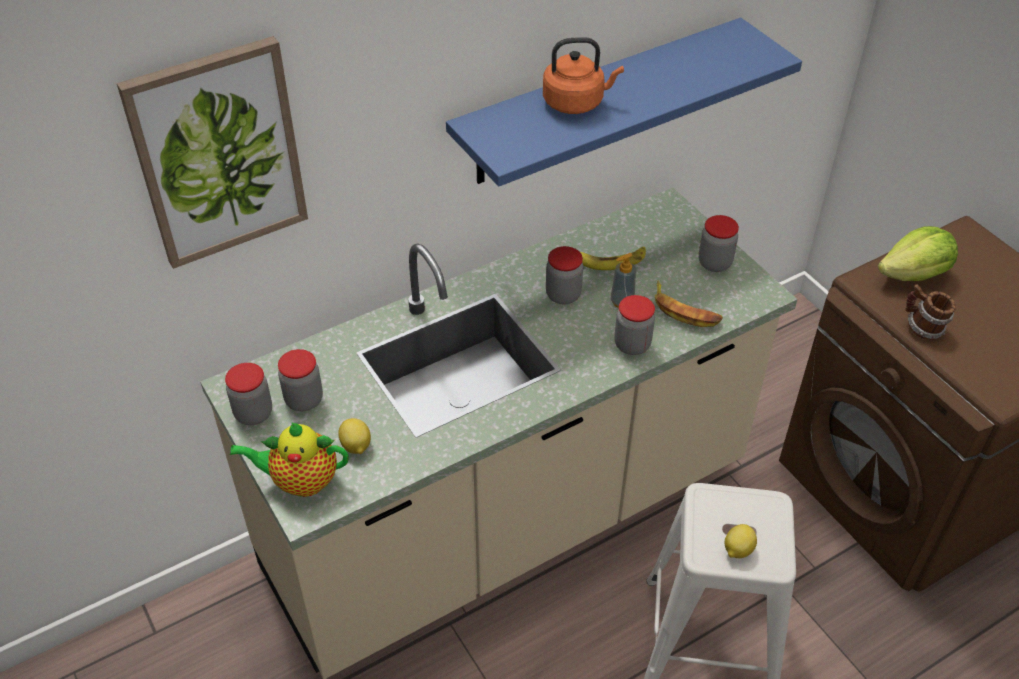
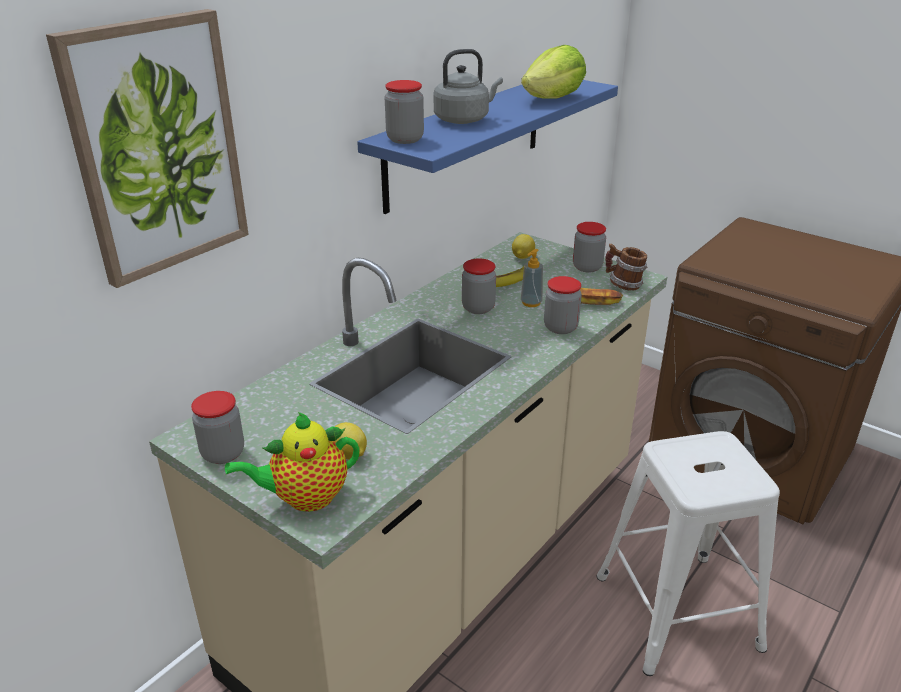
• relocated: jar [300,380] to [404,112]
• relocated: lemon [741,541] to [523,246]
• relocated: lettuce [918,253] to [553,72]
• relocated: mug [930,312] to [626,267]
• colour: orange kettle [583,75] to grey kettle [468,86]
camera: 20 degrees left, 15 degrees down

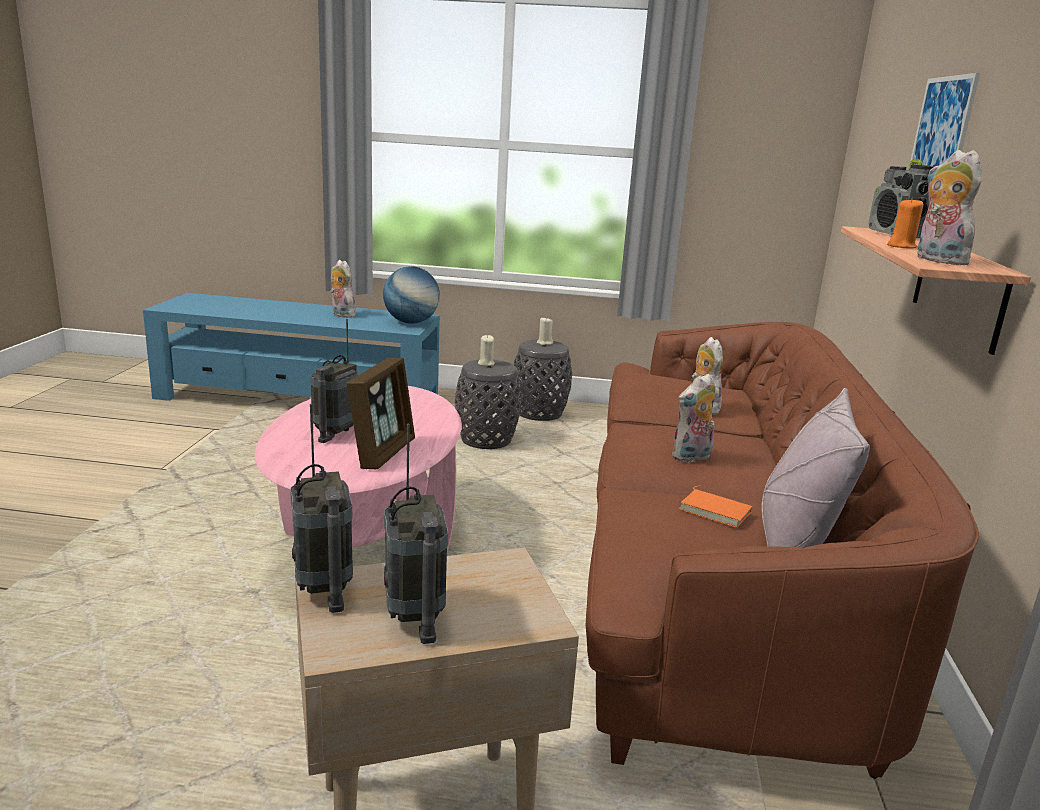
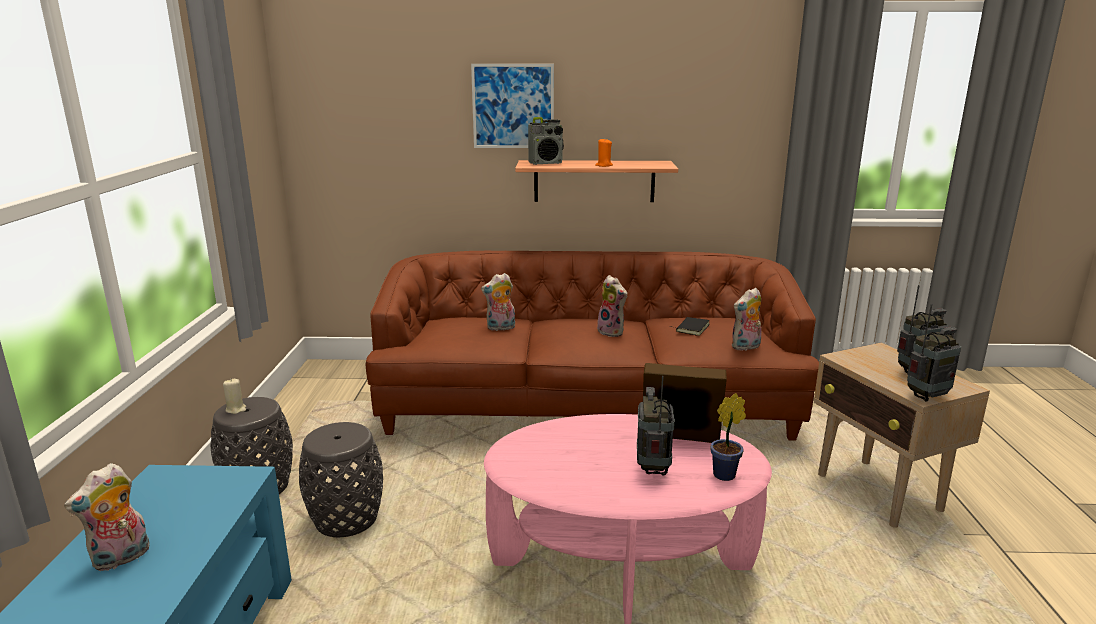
• missing: globe [411,294]
• missing: beige candle [486,350]
• missing: purple pillow [815,468]
• appeared: potted plant [728,437]
• relocated: plush toy [949,207] to [746,319]
• colour: orange book [716,507] to black book [692,326]
• spun: radio [334,381] = [656,425] 105 degrees counterclockwise
camera: 95 degrees left, 0 degrees up

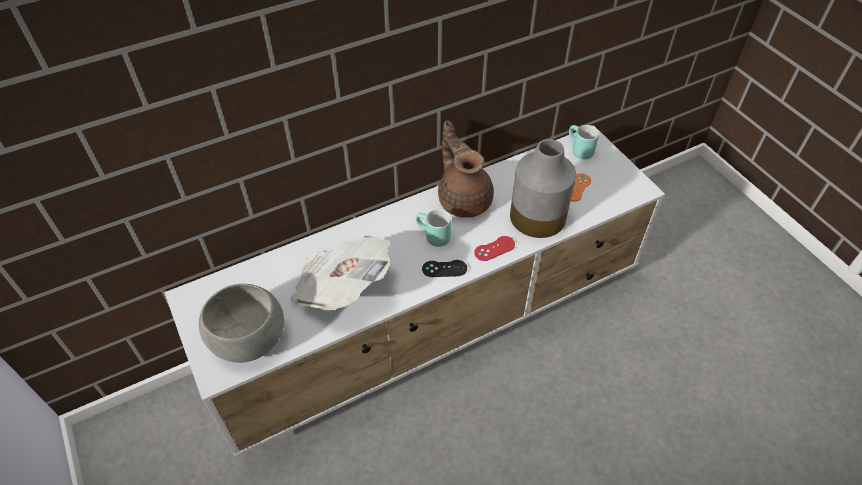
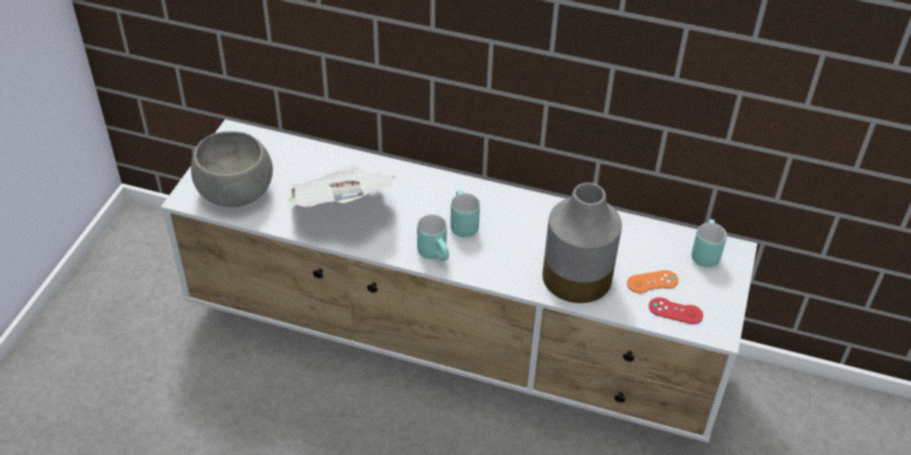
• missing: brown teapot [466,169]
• relocated: red game controller [494,248] to [676,310]
• exchanged: black game controller [444,268] to turquoise mug [433,237]
camera: 45 degrees right, 5 degrees down

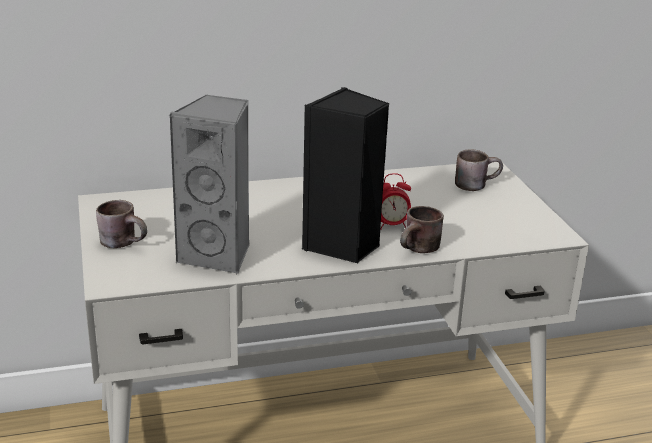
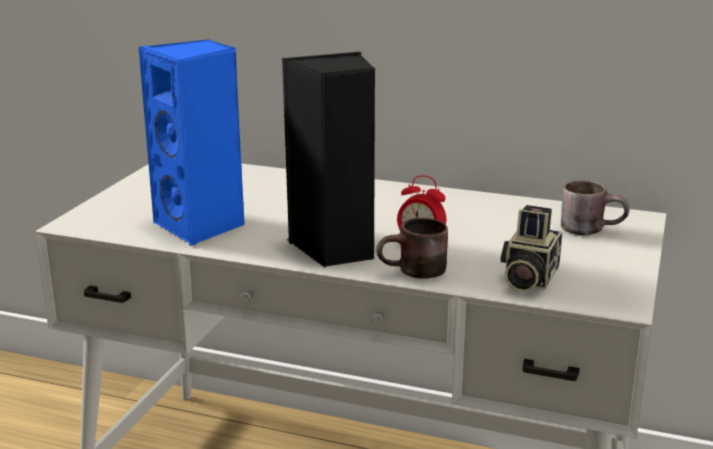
• missing: brown mug [121,224]
• appeared: photo camera [531,248]
• colour: grey speaker [209,184] to blue speaker [192,142]
camera: 35 degrees right, 5 degrees down

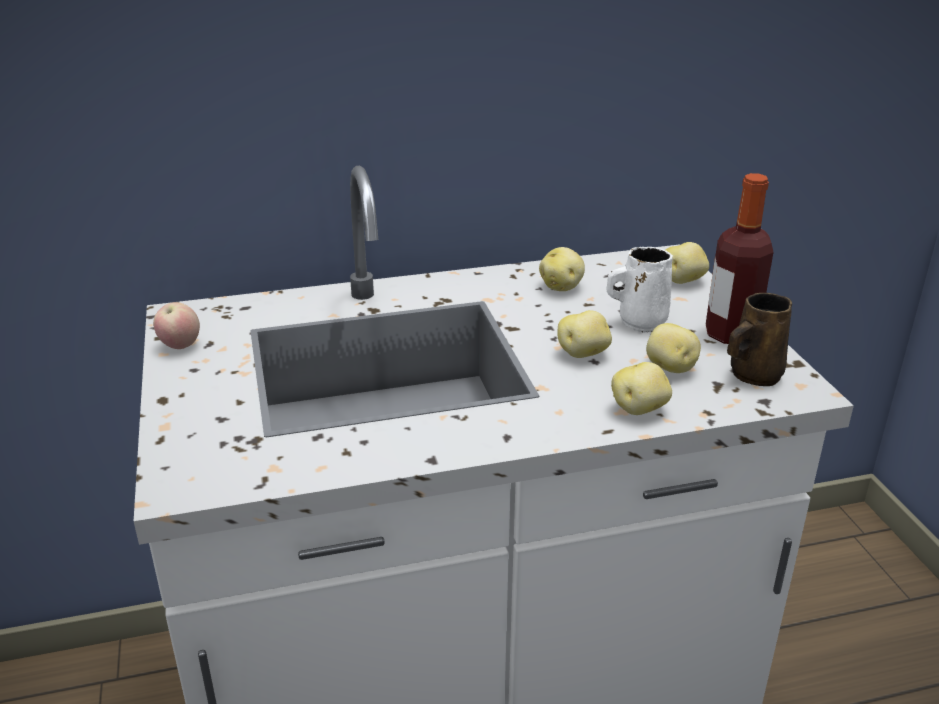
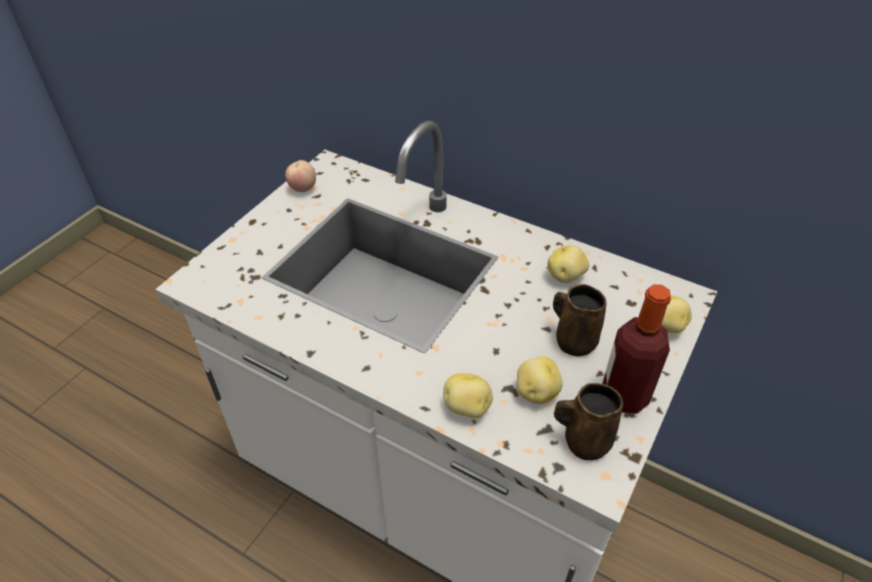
• missing: potato [584,334]
• colour: white mug [640,290] to brown mug [579,320]
camera: 45 degrees right, 15 degrees up

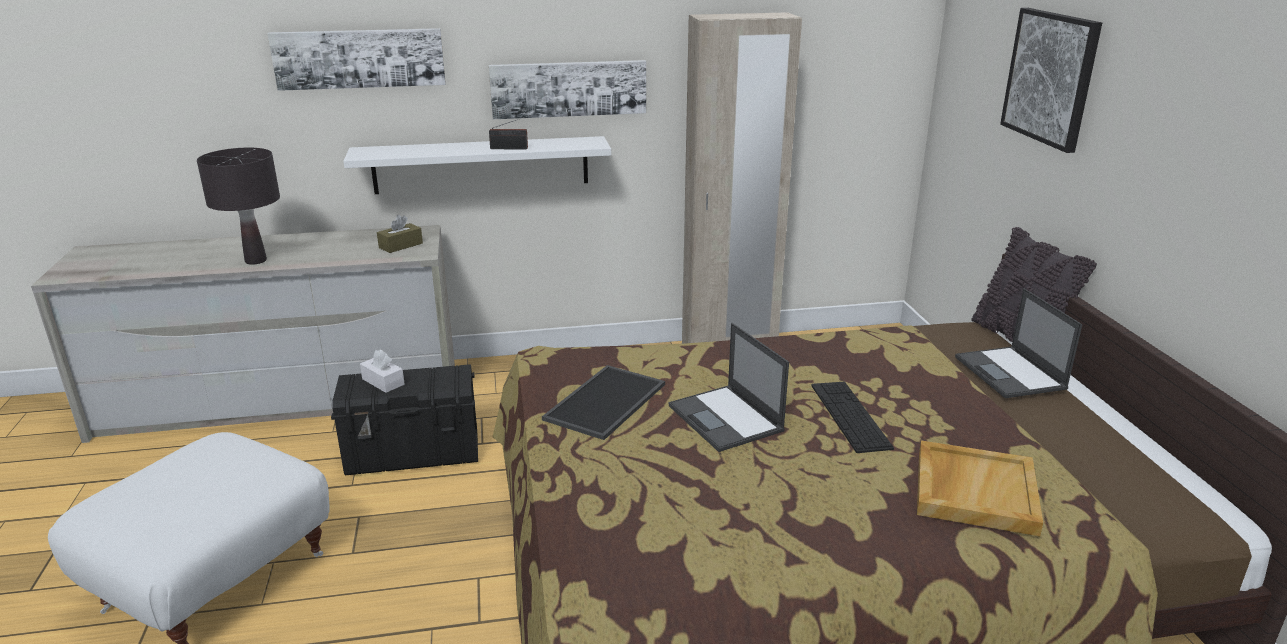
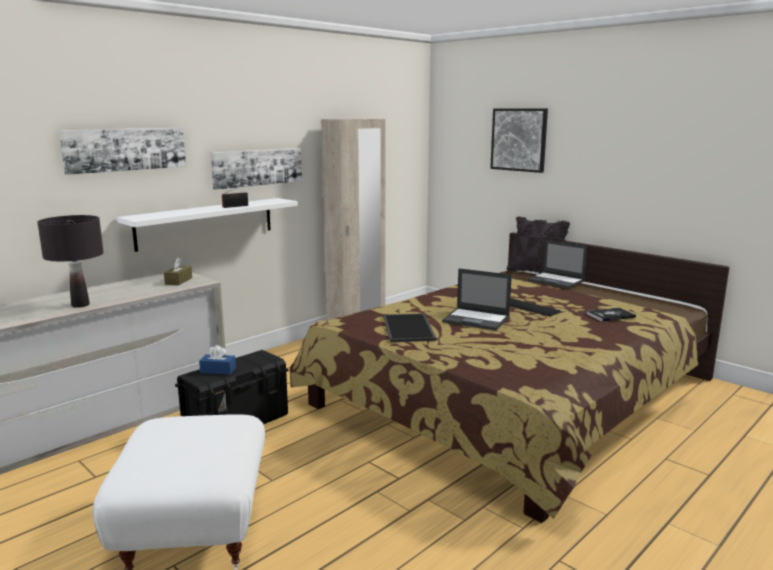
• exchanged: beige tray [980,488] to book [611,314]
• colour: white tissue box [382,371] to blue tissue box [217,360]
camera: 35 degrees left, 10 degrees down

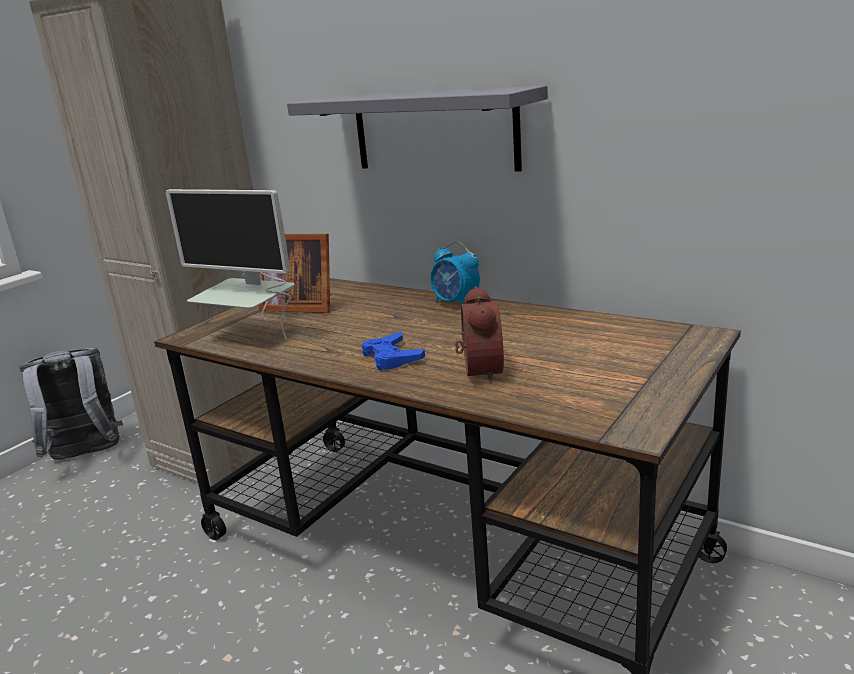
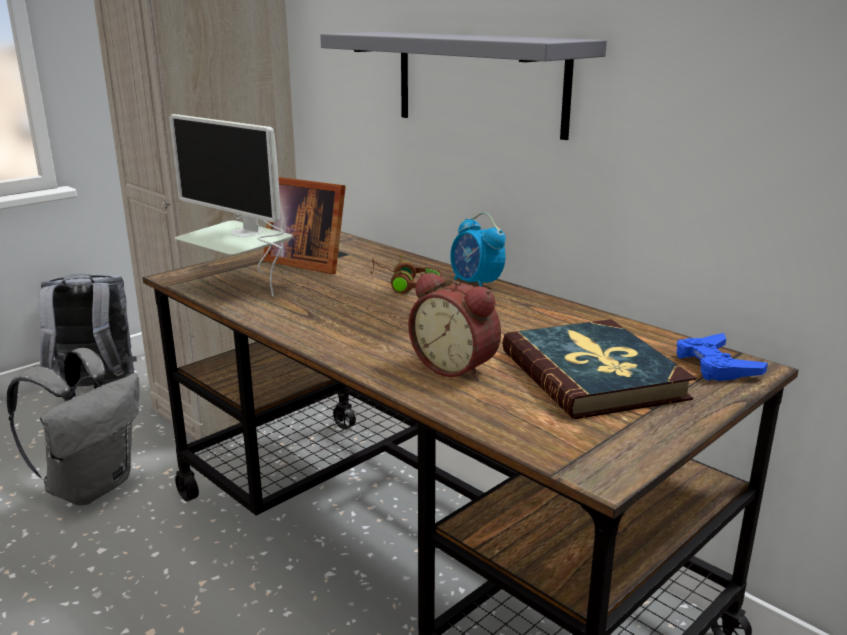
• appeared: grey backpack [73,426]
• appeared: brown headphones [406,274]
• appeared: book [599,369]
• relocated: blue game controller [393,351] to [722,357]
• spun: alarm clock [479,335] = [454,326] 120 degrees clockwise
camera: 10 degrees right, 0 degrees up

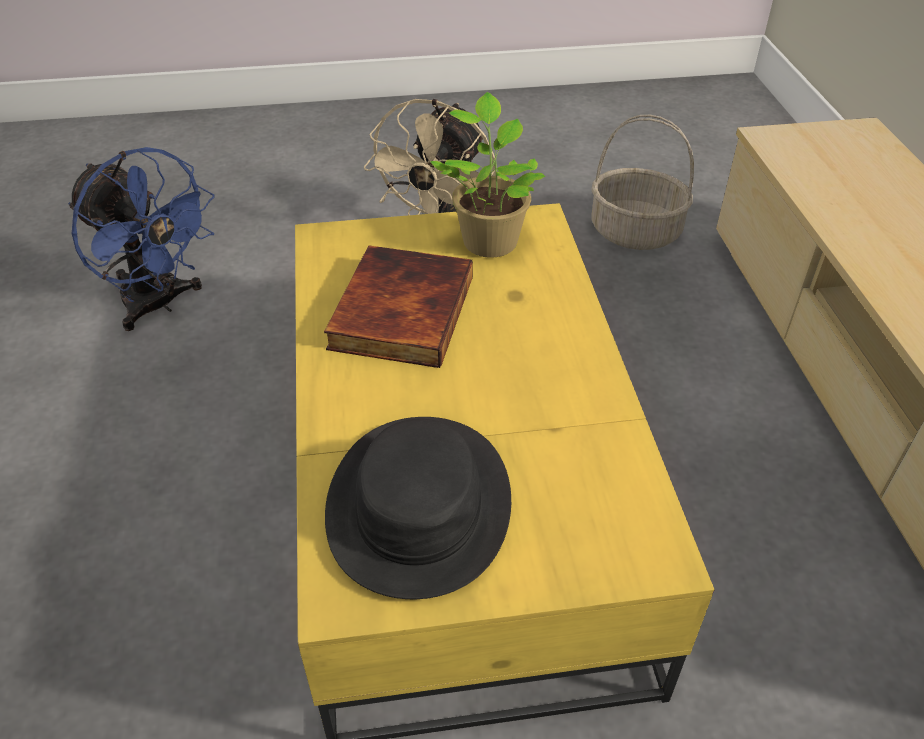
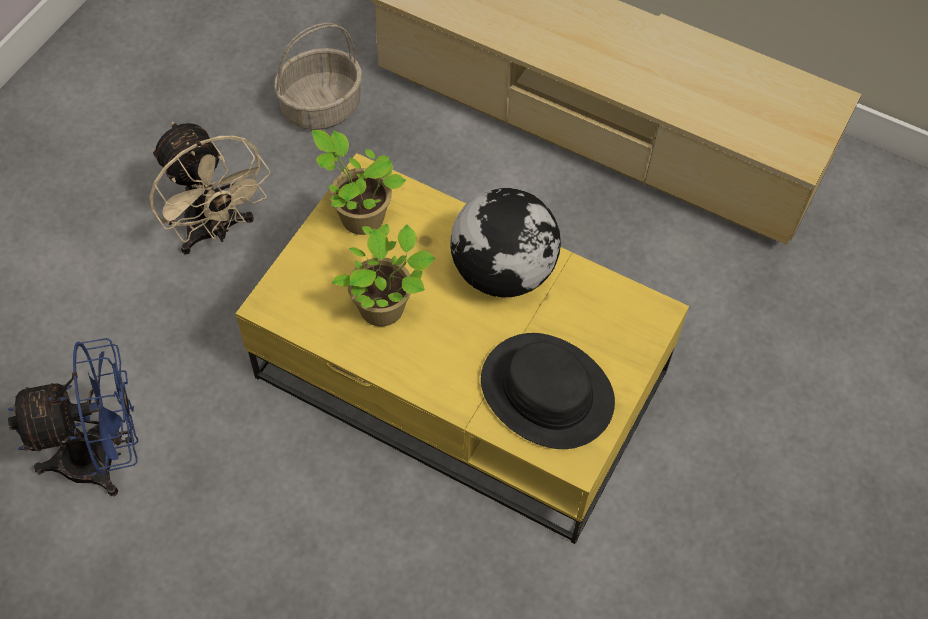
• appeared: globe [505,242]
• exchanged: book [398,306] to potted plant [383,275]
camera: 55 degrees left, 15 degrees up

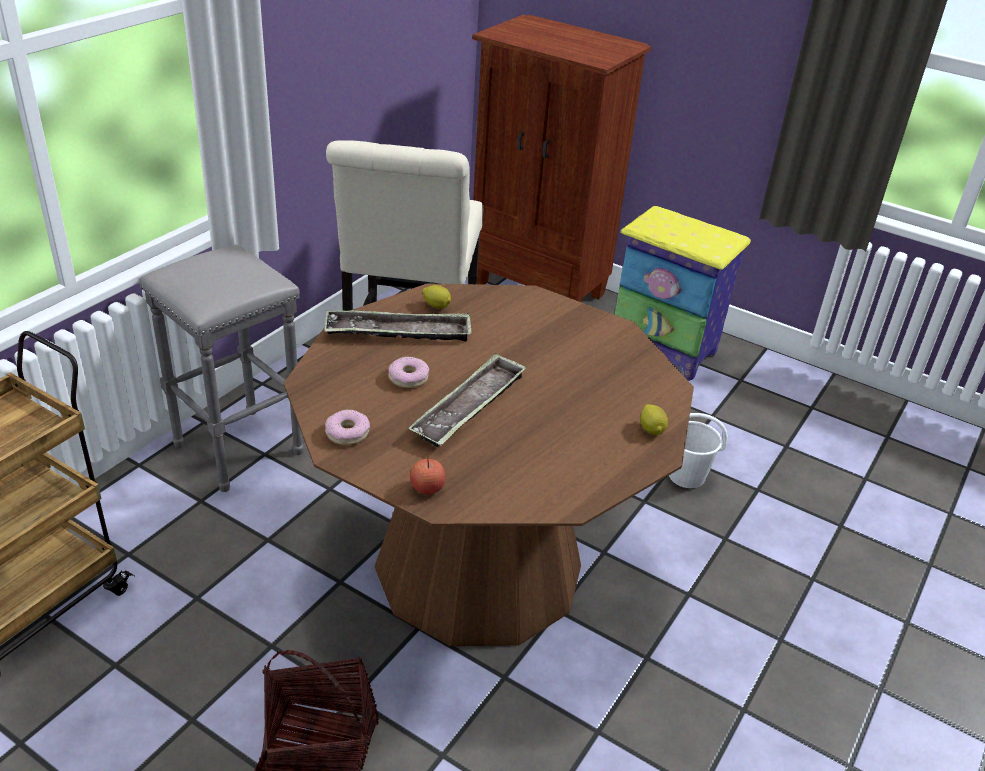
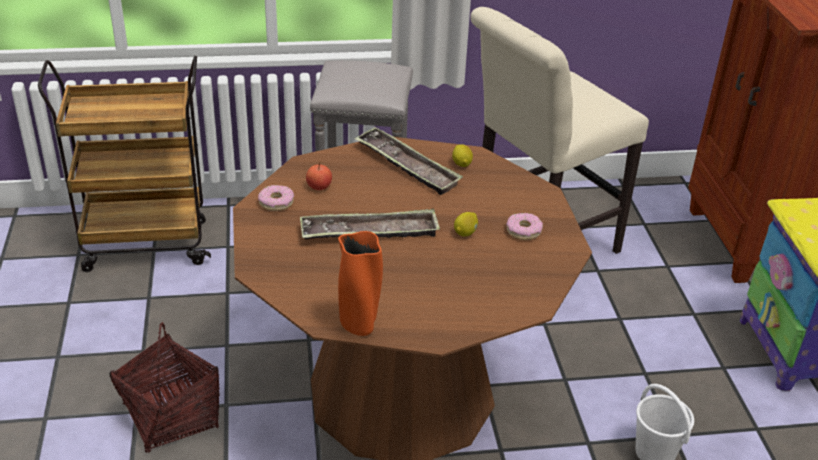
• appeared: orange vase [360,283]
• relocated: donut [408,372] to [524,226]
• relocated: apple [427,475] to [319,175]
• relocated: lemon [654,419] to [466,224]
camera: 50 degrees right, 0 degrees up

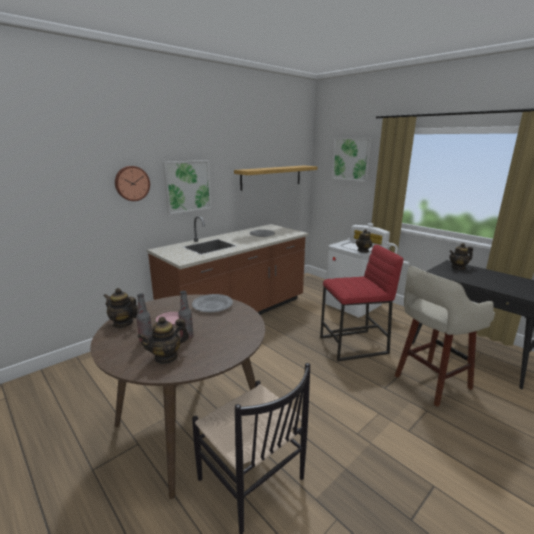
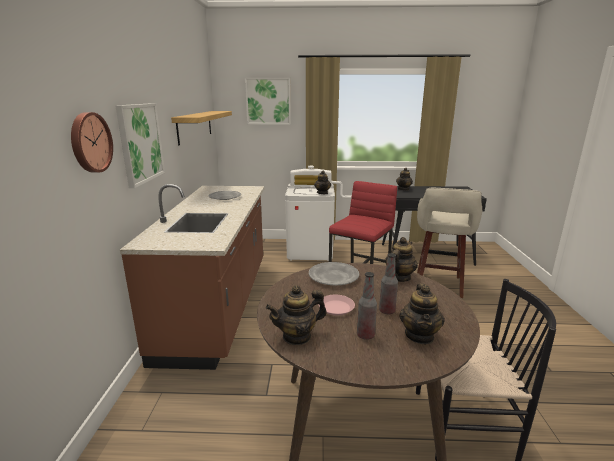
• appeared: teapot [401,259]
camera: 45 degrees left, 0 degrees up

